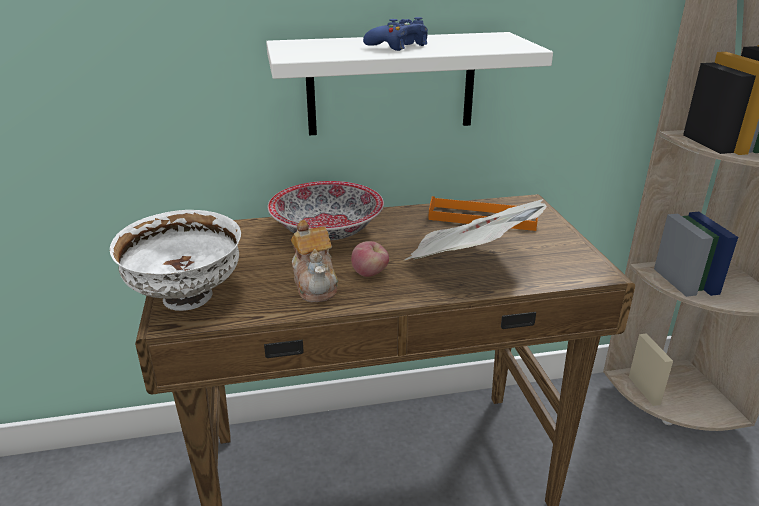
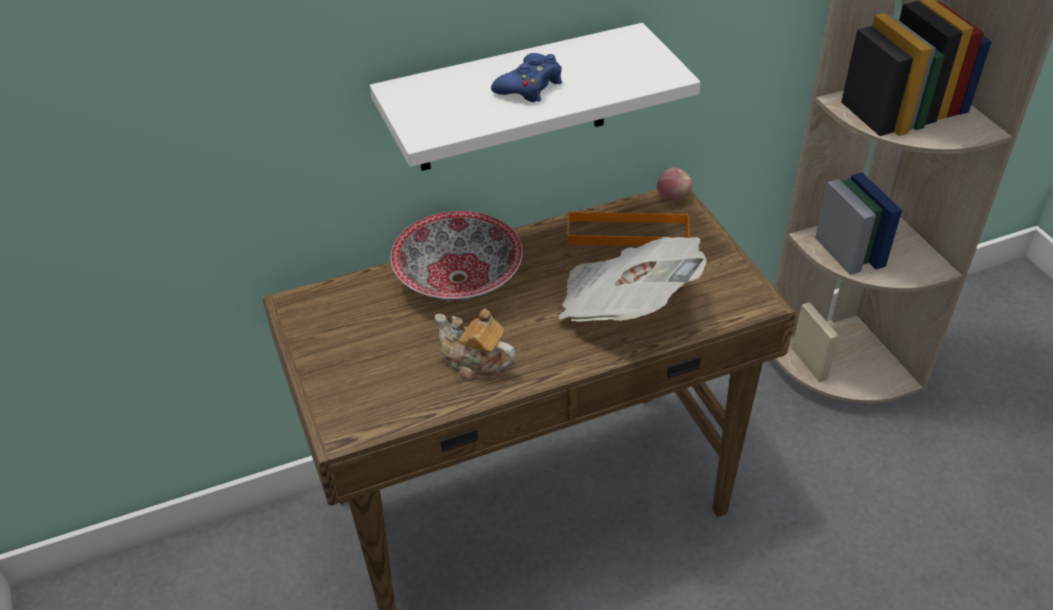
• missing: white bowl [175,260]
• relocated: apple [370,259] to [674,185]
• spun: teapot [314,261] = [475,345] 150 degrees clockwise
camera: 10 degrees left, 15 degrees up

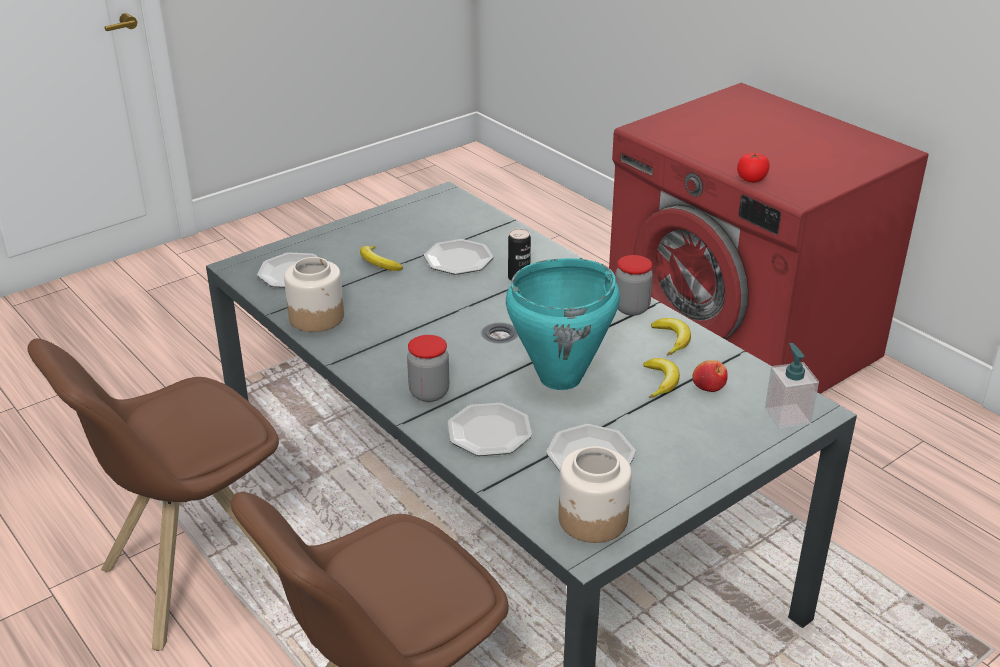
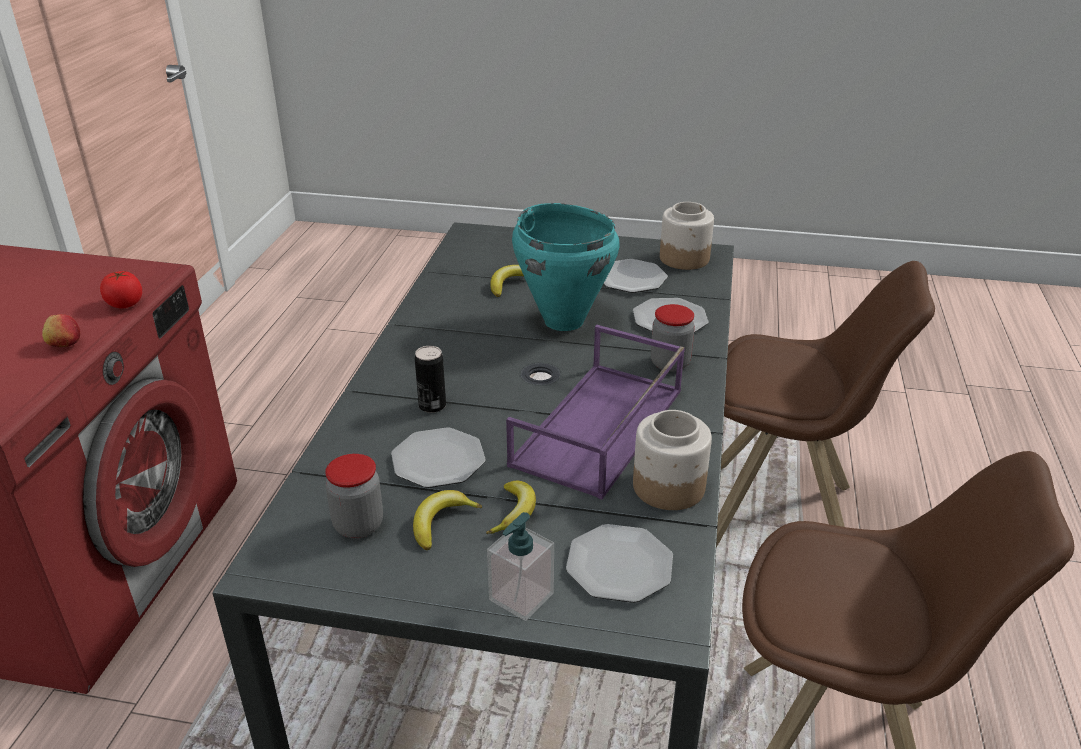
• appeared: purple tray [595,412]
• relocated: jar [634,285] to [354,496]
• relocated: banana [671,336] to [447,520]
• relocated: apple [710,376] to [61,330]
• relocated: soap dispenser [792,386] to [520,566]
camera: 130 degrees left, 0 degrees up

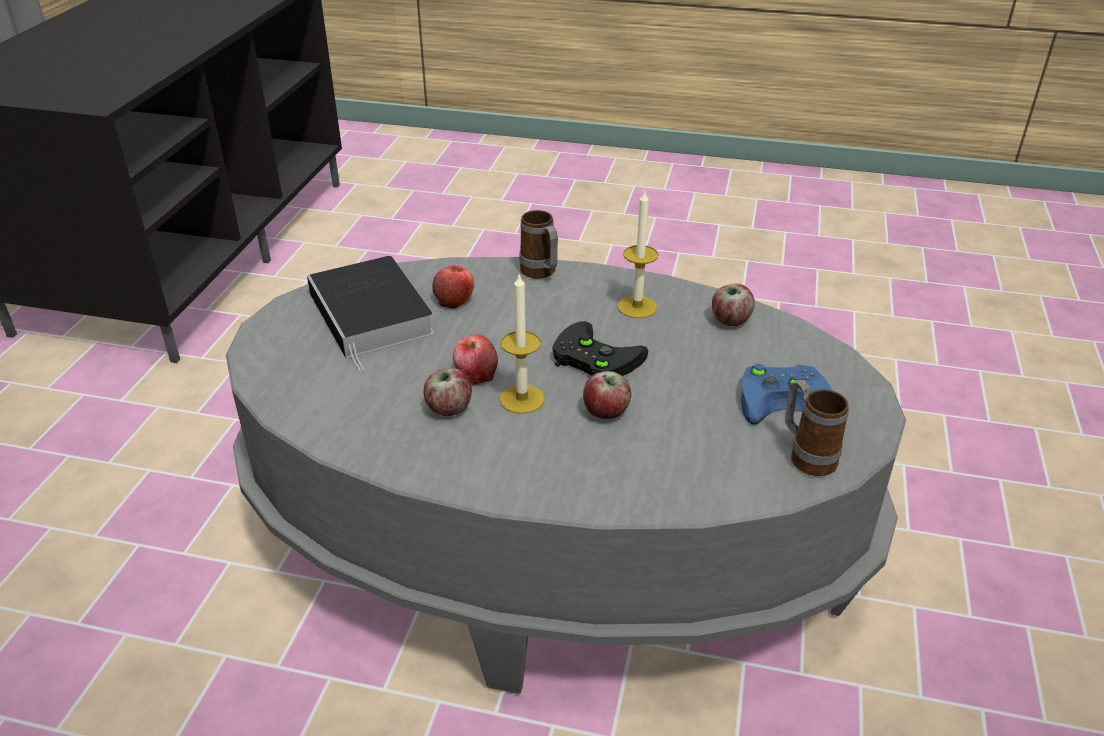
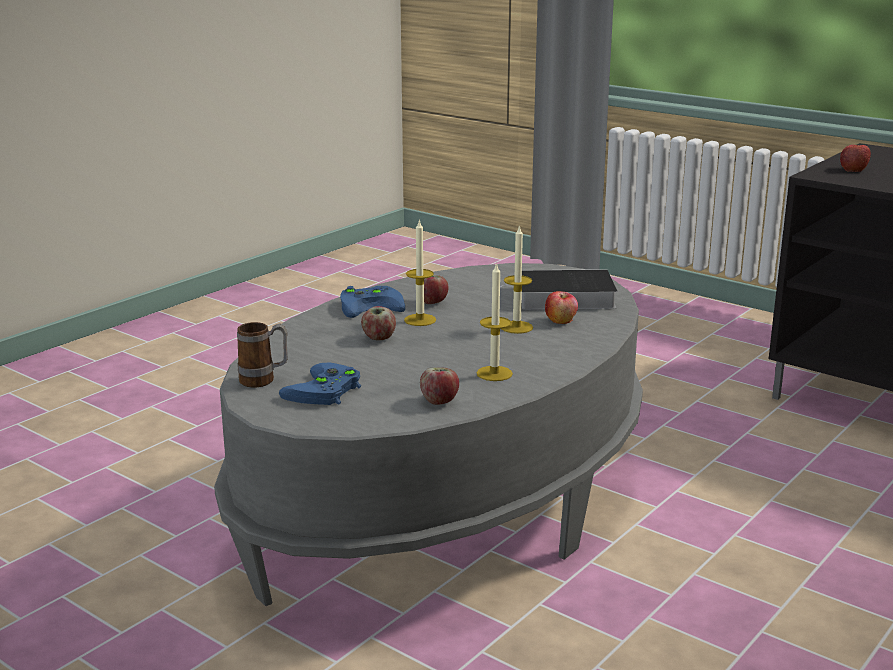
• missing: mug [539,244]
• missing: black game controller [600,348]
• appeared: blue game controller [372,302]
• appeared: candle [517,279]
• relocated: apple [475,359] to [855,158]
camera: 115 degrees right, 15 degrees down

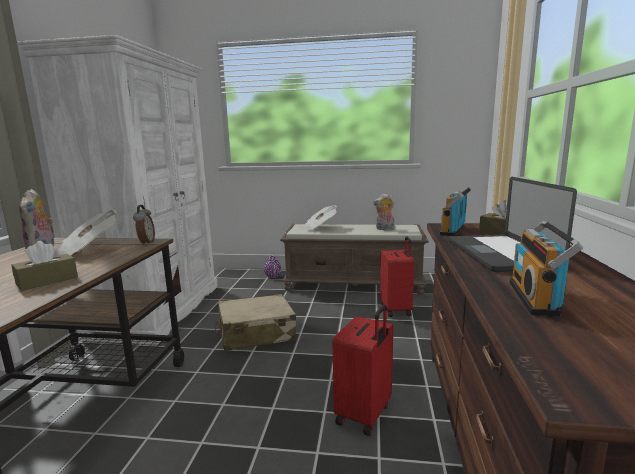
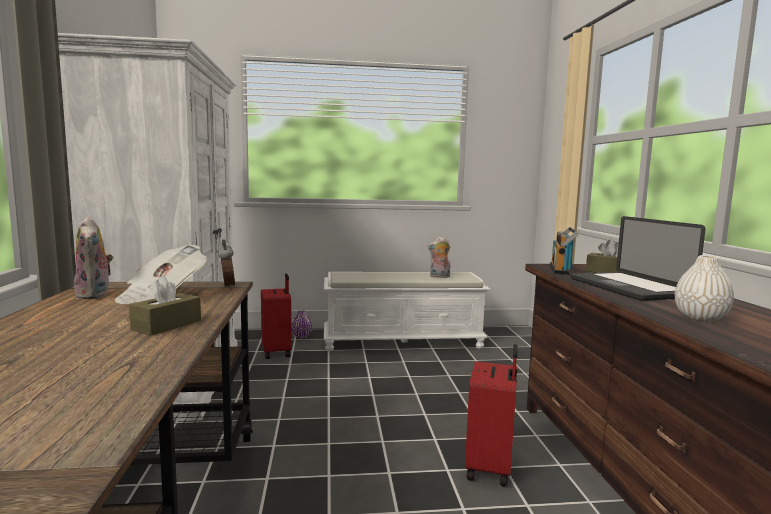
• missing: beige suitcase [255,322]
• missing: newspaper [318,217]
• relocated: red suitcase [397,277] to [276,316]
• exchanged: radio [546,268] to white vase [704,288]
• colour: brown bench [354,259] to white bench [407,311]
camera: 15 degrees left, 5 degrees down

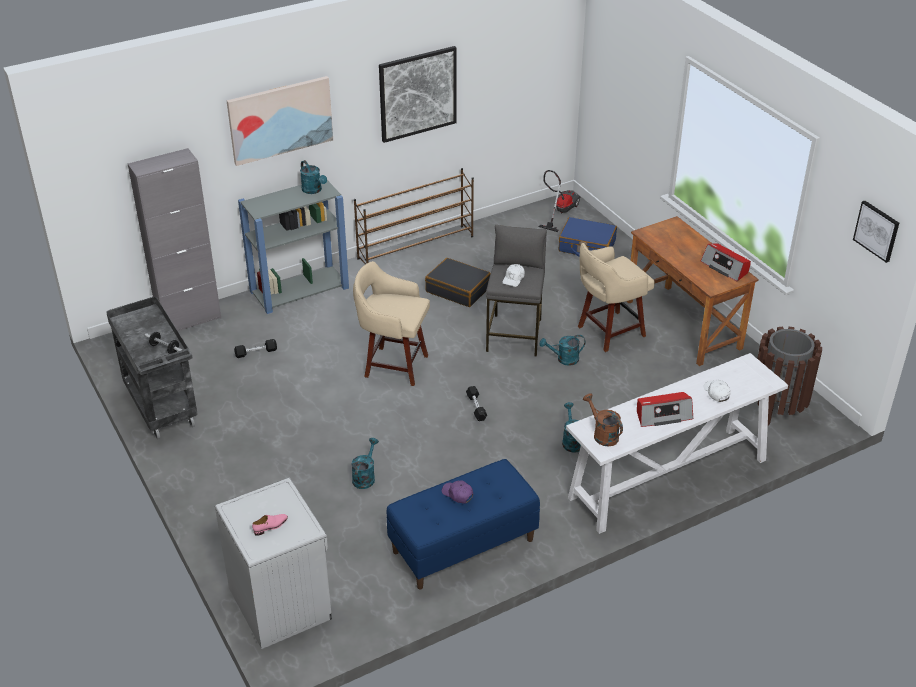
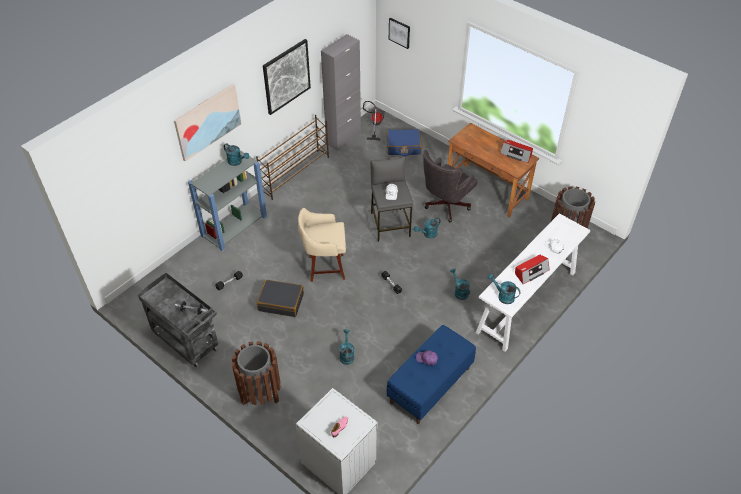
• appeared: brown trash can [256,373]
• relocated: grey cabinet [174,239] to [341,92]
• relocated: black suitcase [458,282] to [280,298]
• relocated: picture [876,232] to [399,33]
• exchanged: beige stool [616,297] to grey office chair [450,186]
• colour: brown watering can [603,419] to turquoise watering can [504,289]
camera: 20 degrees left, 10 degrees up

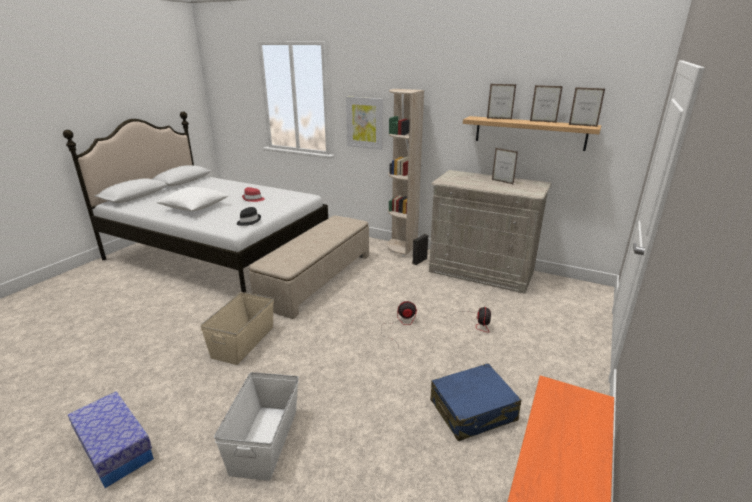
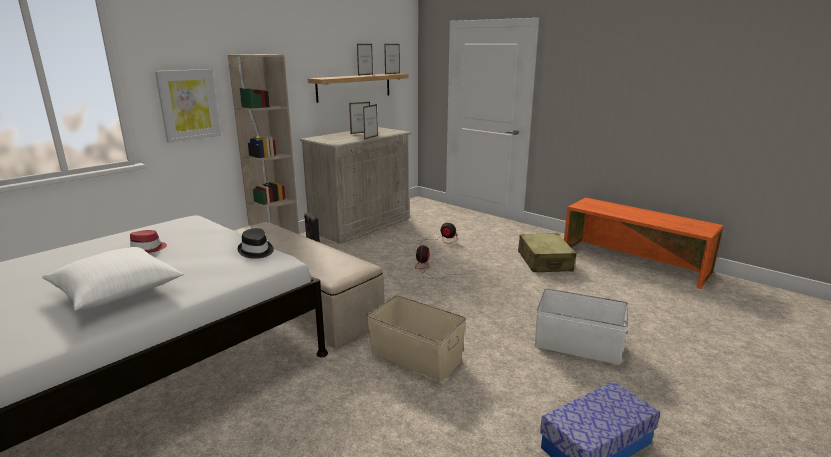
• relocated: picture frame [501,101] to [370,122]
• colour: blue suitcase [475,402] to beige suitcase [547,252]
camera: 75 degrees left, 5 degrees down

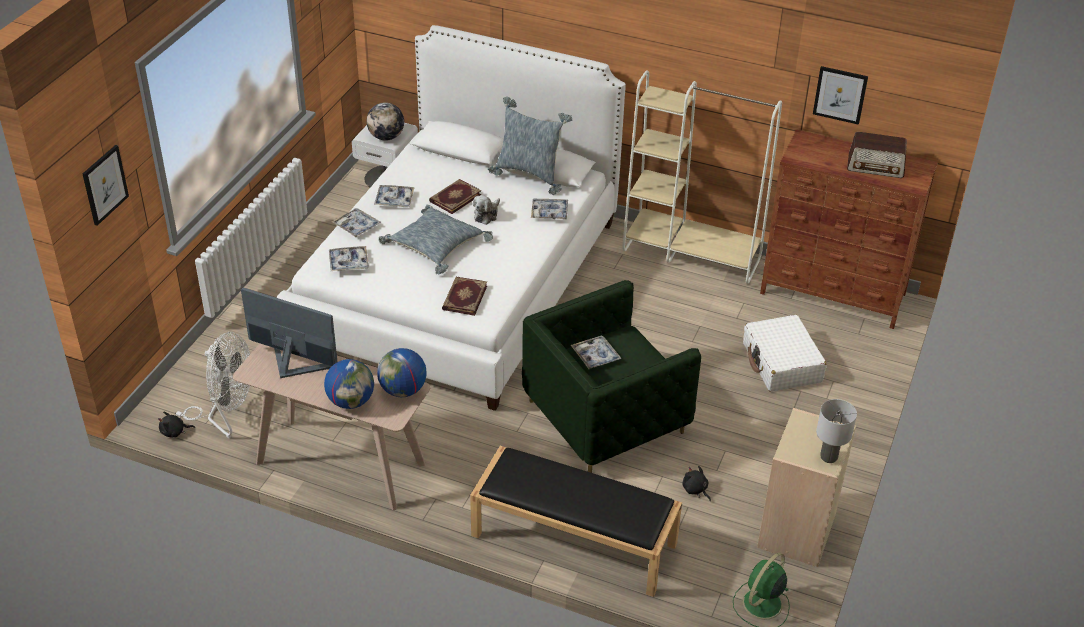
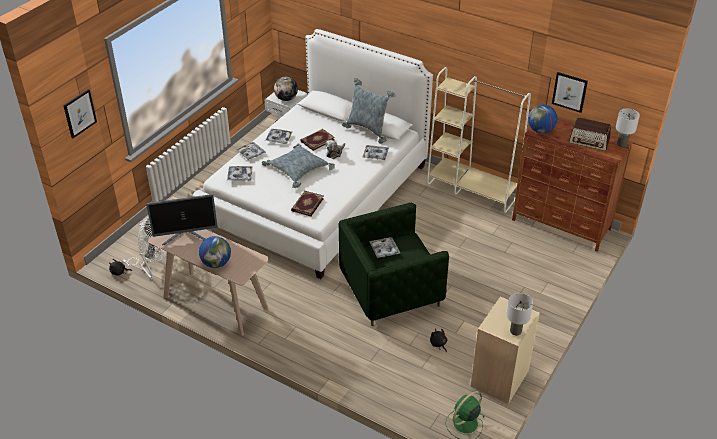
• missing: black bench [576,521]
• missing: white suitcase [785,353]
• appeared: white table lamp [628,127]
• relocated: globe [402,372] to [542,119]
• spun: monitor [289,332] = [182,219] 135 degrees clockwise
camera: 10 degrees right, 0 degrees up

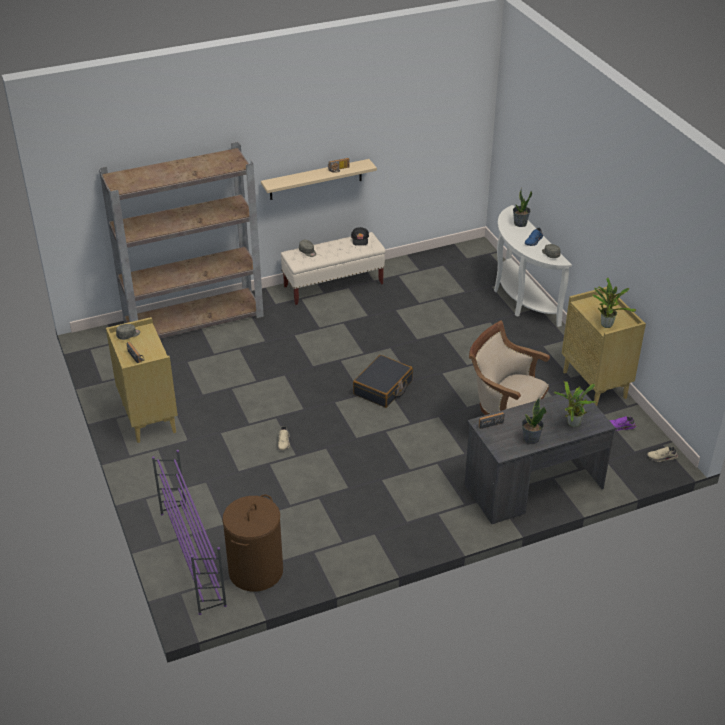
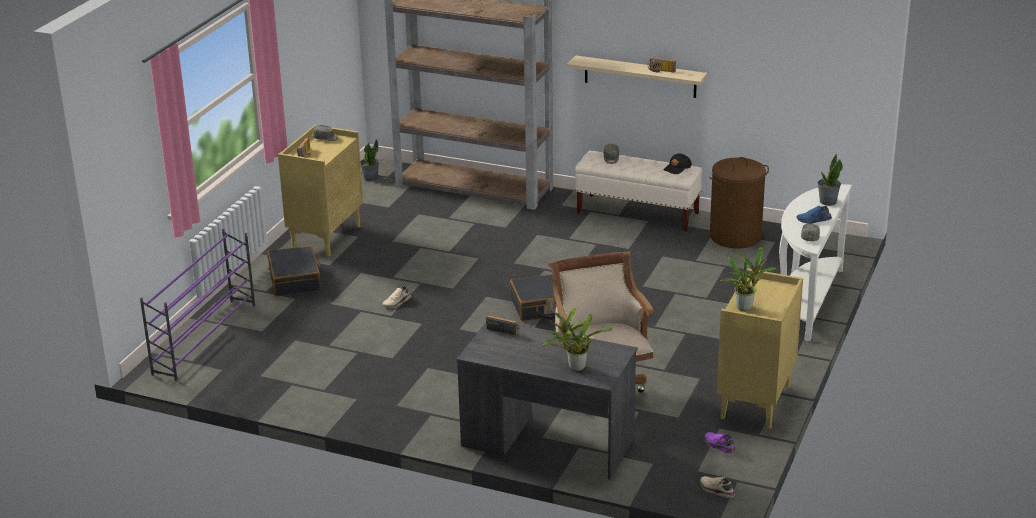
• appeared: black suitcase [294,271]
• relocated: brown laundry basket [252,543] to [739,202]
• relocated: potted plant [534,421] to [369,160]
camera: 45 degrees right, 10 degrees down

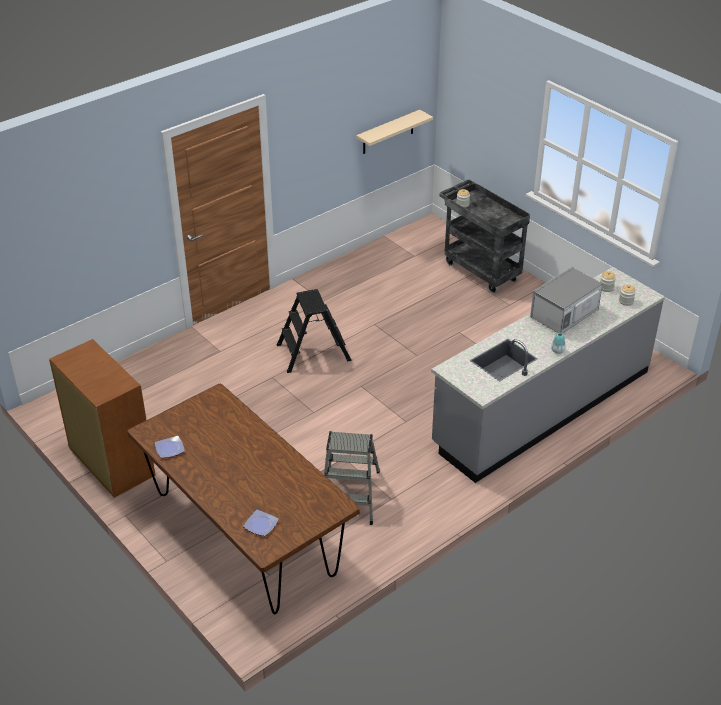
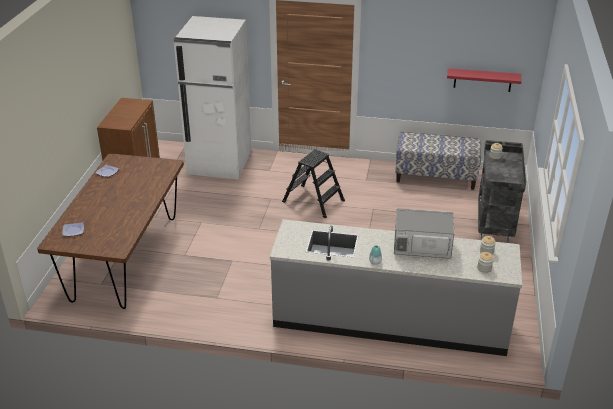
• missing: grey step ladder [352,478]
• appeared: white fridge [212,97]
• appeared: bench [438,161]
• colour: beige shelf [394,132] to red shelf [484,80]
camera: 50 degrees right, 5 degrees down

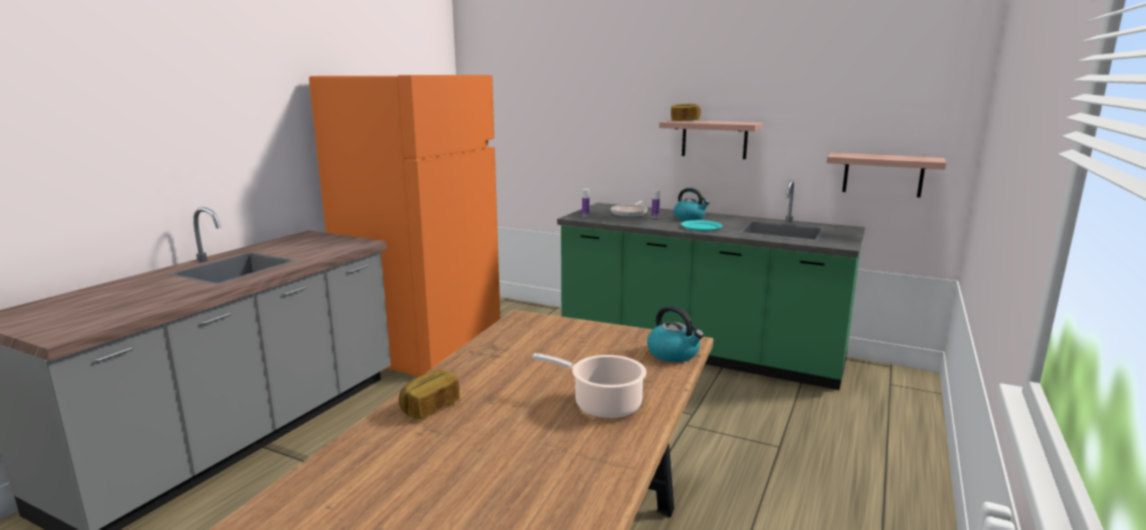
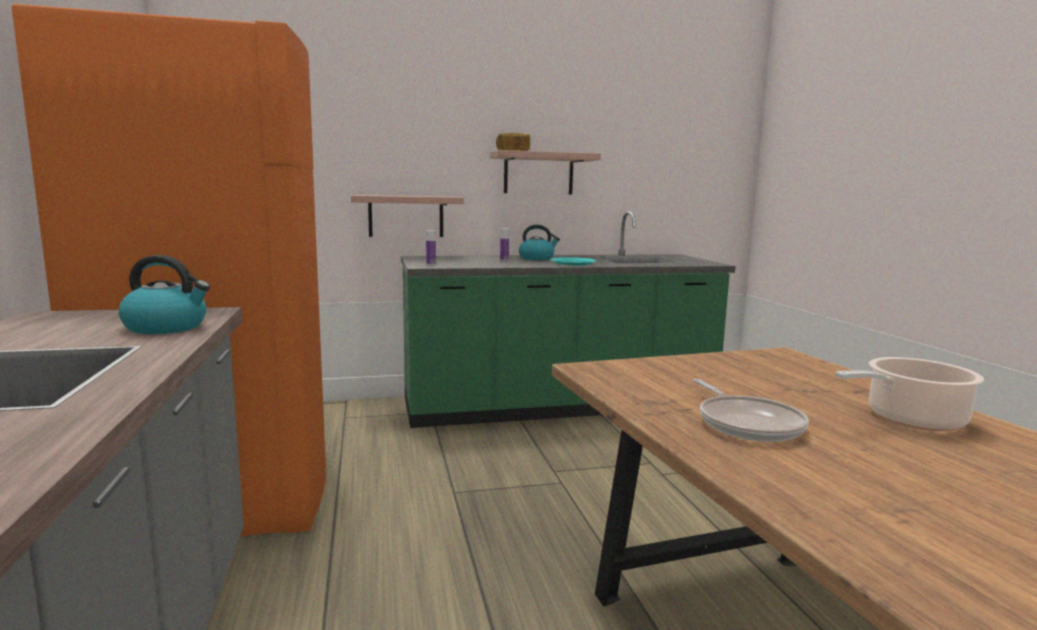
• missing: bread [429,394]
• relocated: frying pan [629,209] to [751,410]
• relocated: kettle [675,334] to [164,294]
• relocated: shelf [886,175] to [407,216]
camera: 40 degrees left, 5 degrees down

